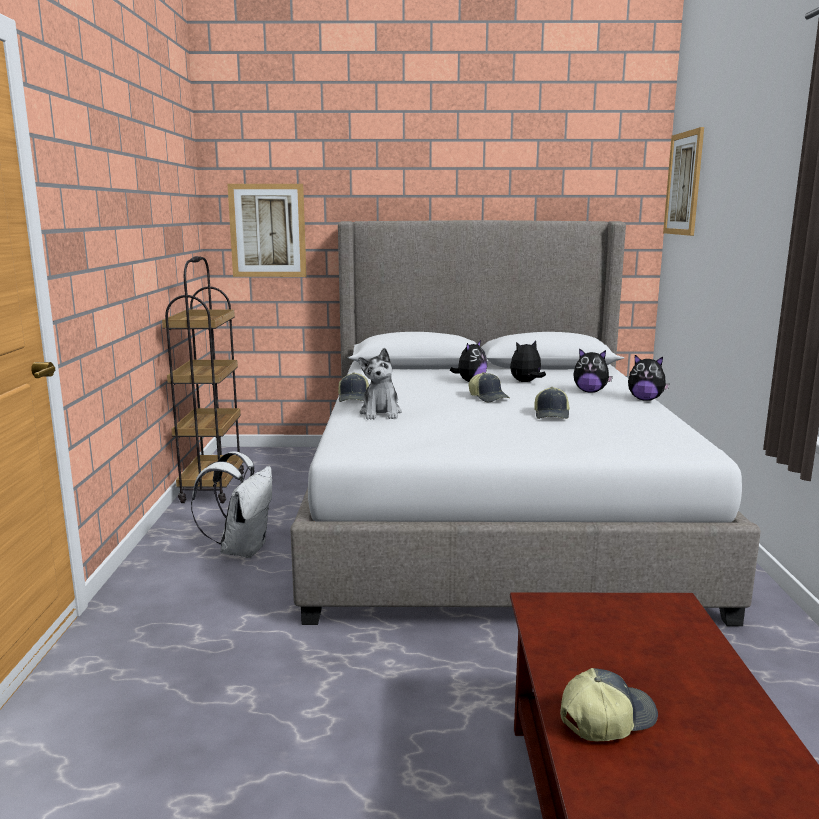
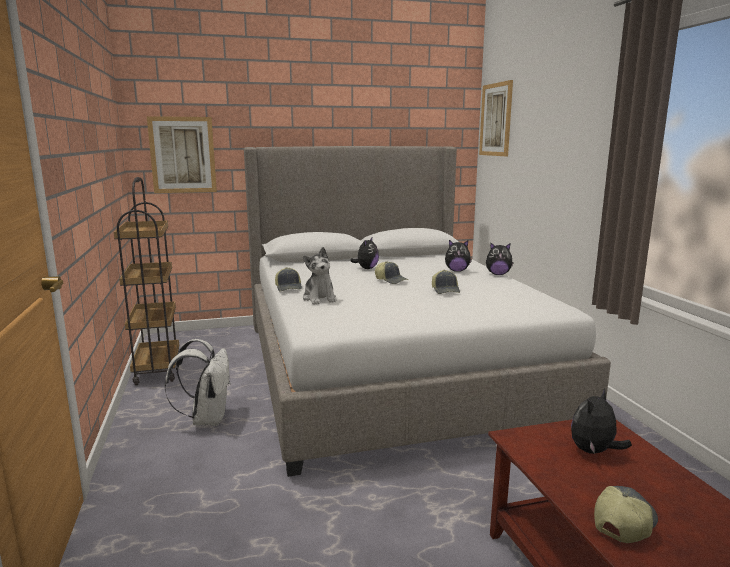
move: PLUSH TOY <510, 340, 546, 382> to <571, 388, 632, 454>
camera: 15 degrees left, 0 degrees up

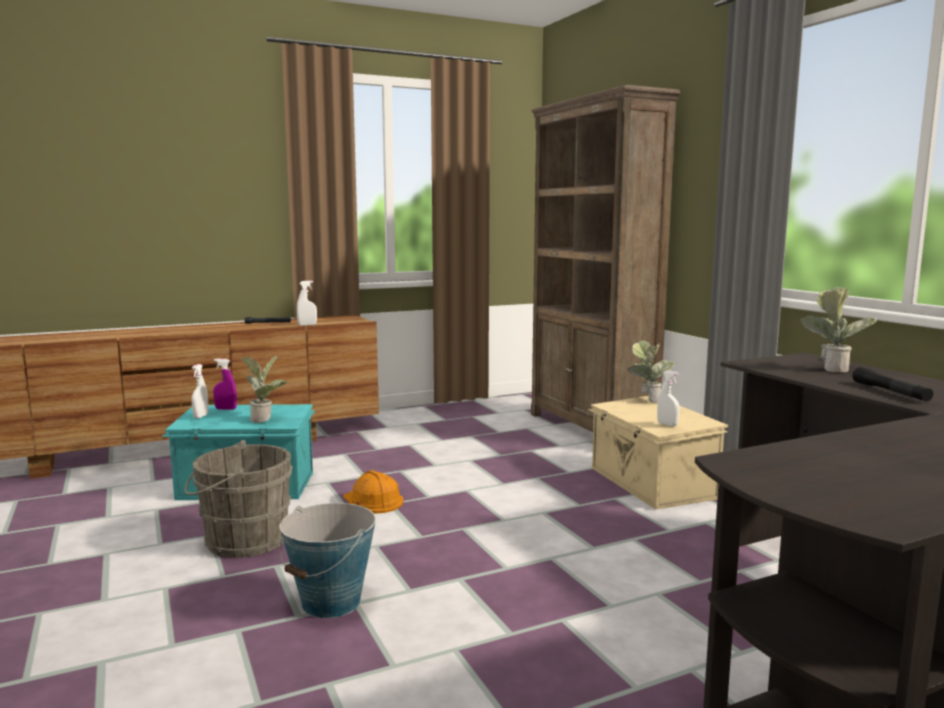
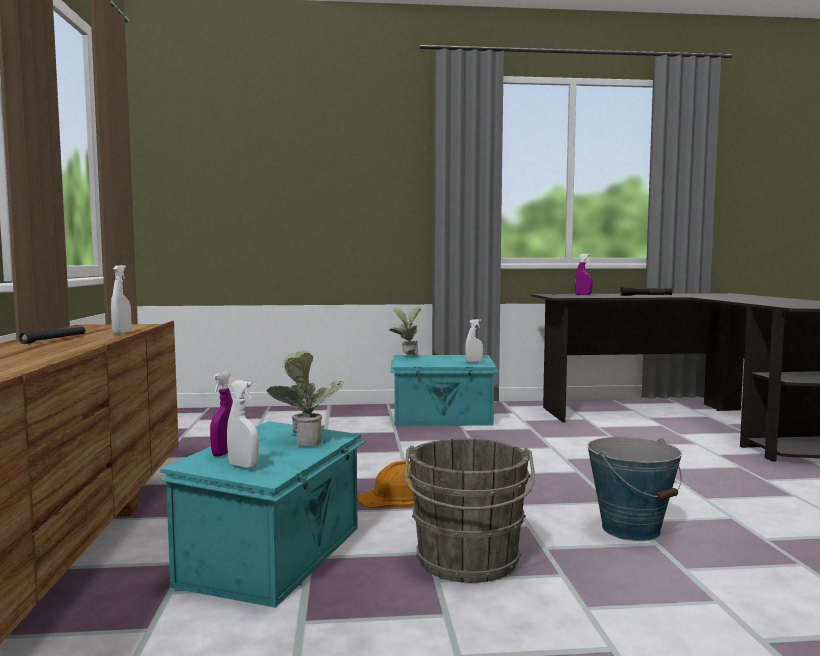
delete: BROWN BOOKCASE <531, 85, 680, 432>
replace: POTTED PLANT <800, 287, 877, 373> to PURPLE SPRAY BOTTLE <575, 254, 593, 295>
recolor: BEIGE STORAGE BOX <588, 396, 728, 510> to TURQUOISE STORAGE BOX <390, 355, 499, 426>
camera: 70 degrees left, 5 degrees down

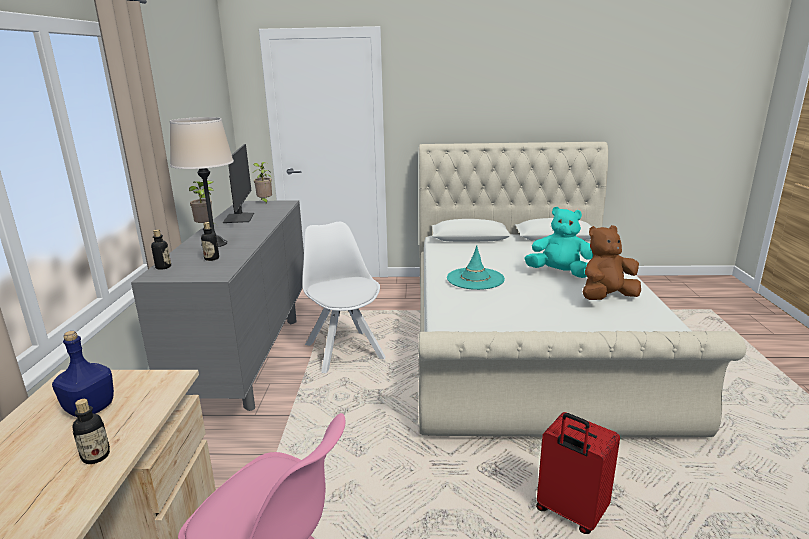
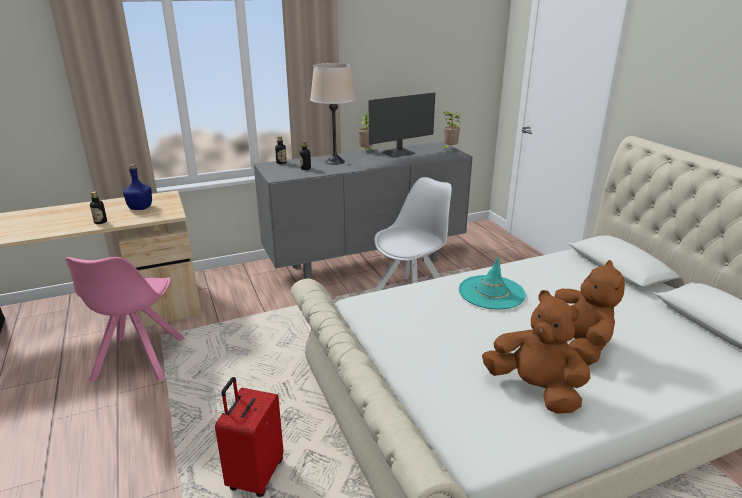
recolor: TURQUOISE PLUSH TOY <524, 207, 593, 278> to BROWN PLUSH TOY <554, 260, 625, 366>
camera: 65 degrees right, 5 degrees up

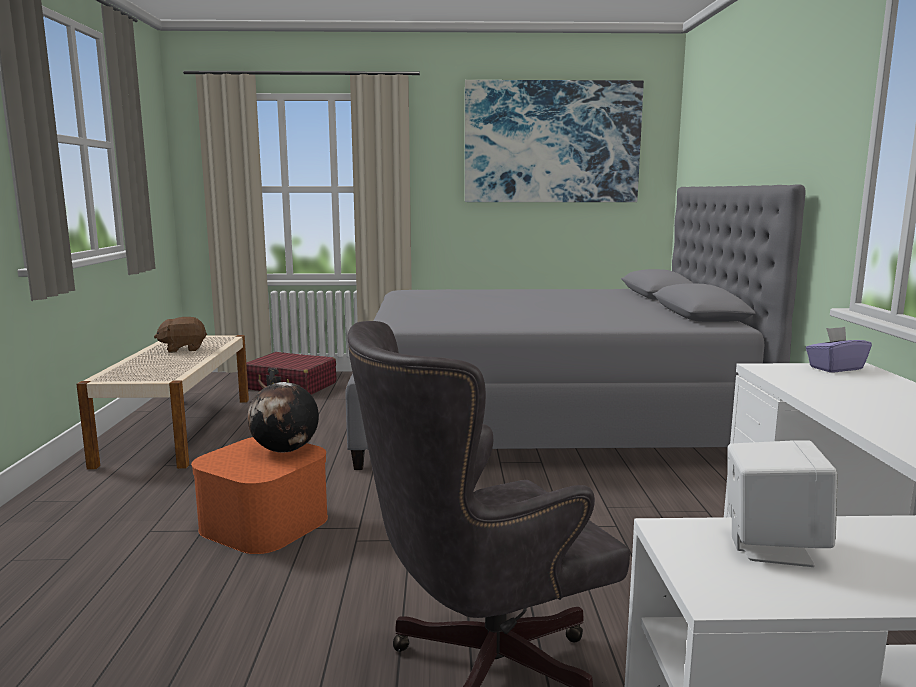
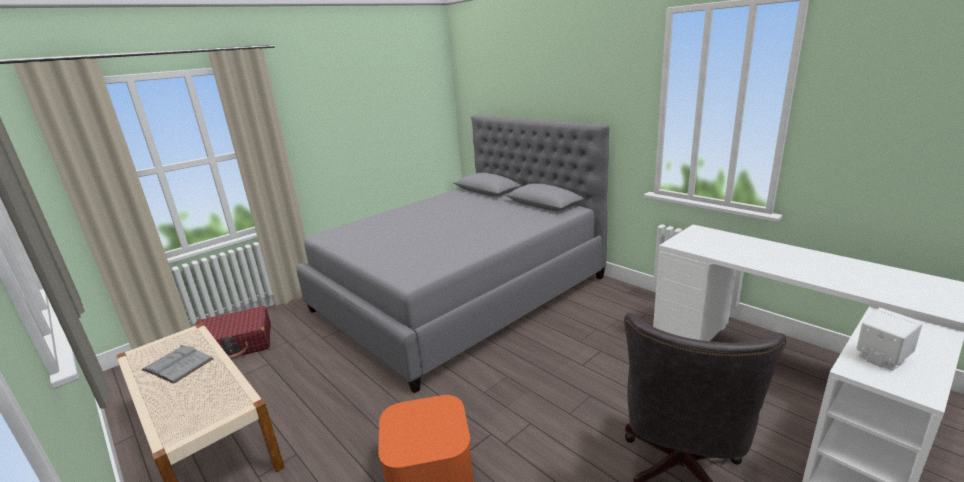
delete: PICTURE <465, 80, 644, 202>; PURPLE TISSUE BOX <806, 327, 872, 372>; GLOBE <247, 382, 319, 453>
replace: BROWN PLUSH TOY <154, 317, 207, 353> to GREY BOOK <142, 345, 214, 384>
camera: 40 degrees left, 10 degrees up

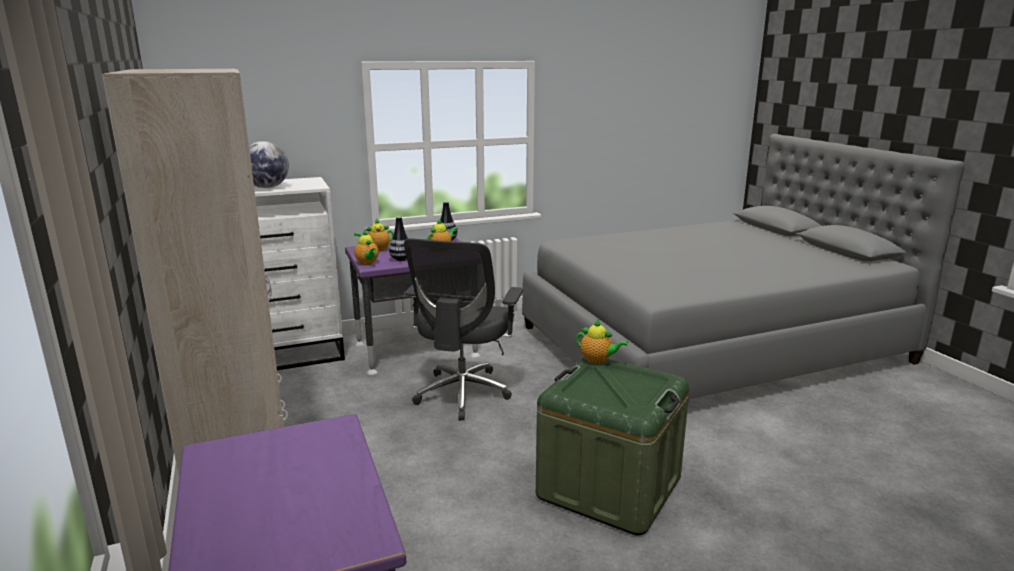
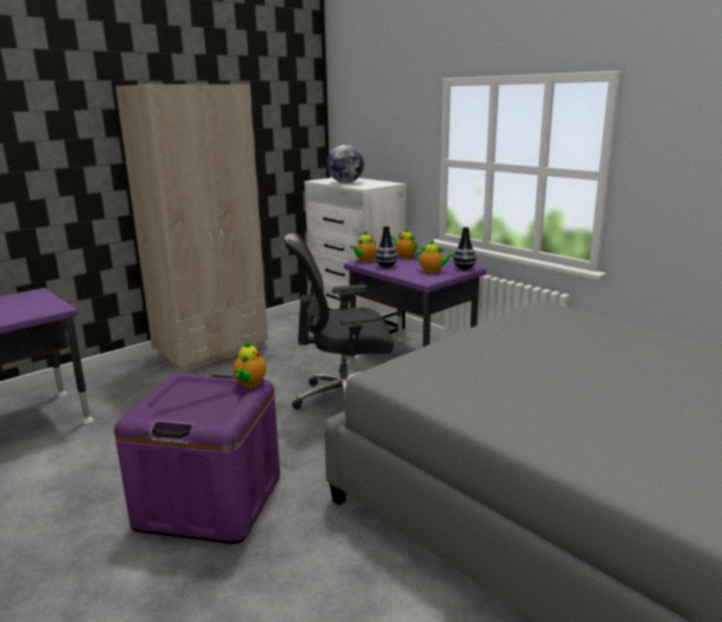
recolor: GREEN STORAGE BOX <536, 357, 690, 535> to PURPLE STORAGE BOX <114, 373, 280, 544>
camera: 70 degrees right, 0 degrees up

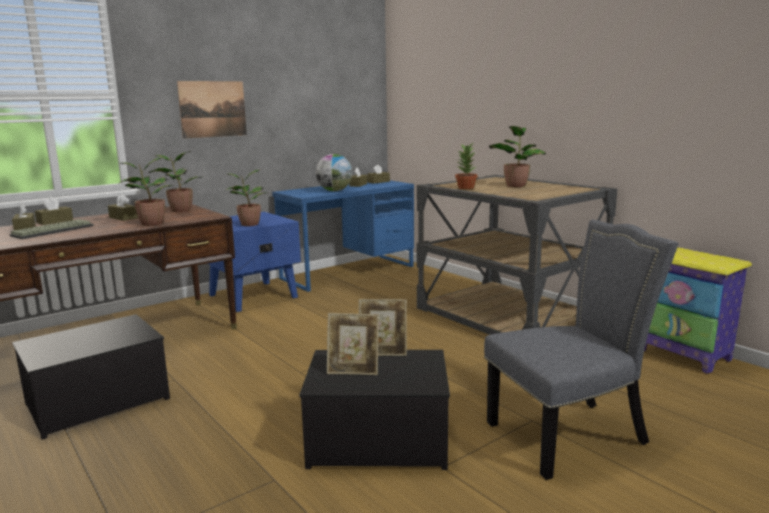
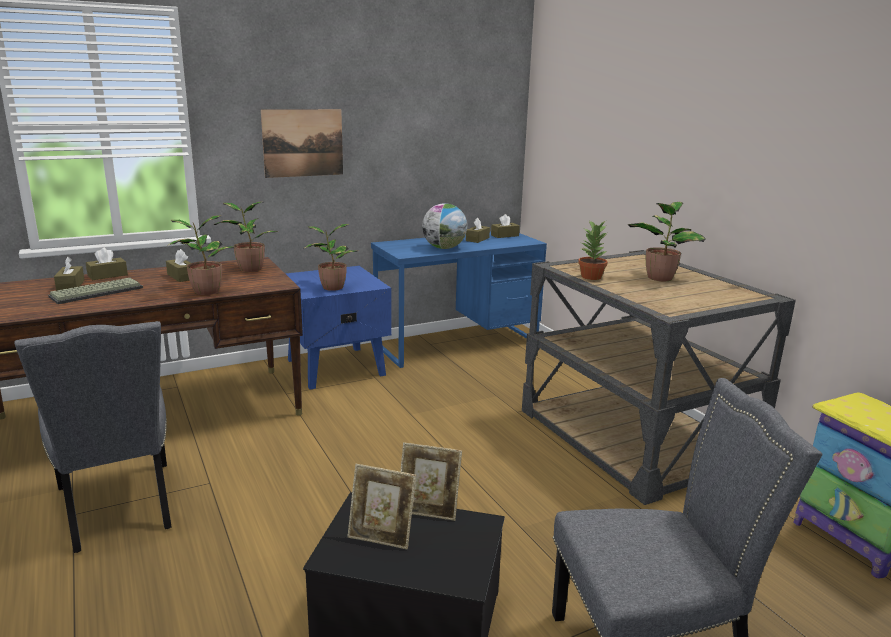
replace: STORAGE BOX <12, 314, 170, 440> to GREY CHAIR <14, 321, 172, 553>
camera: 10 degrees right, 5 degrees up

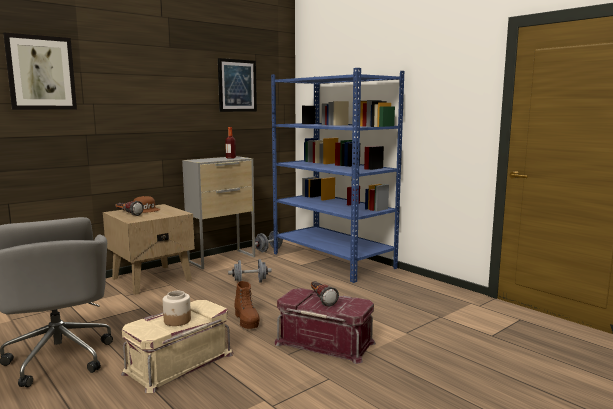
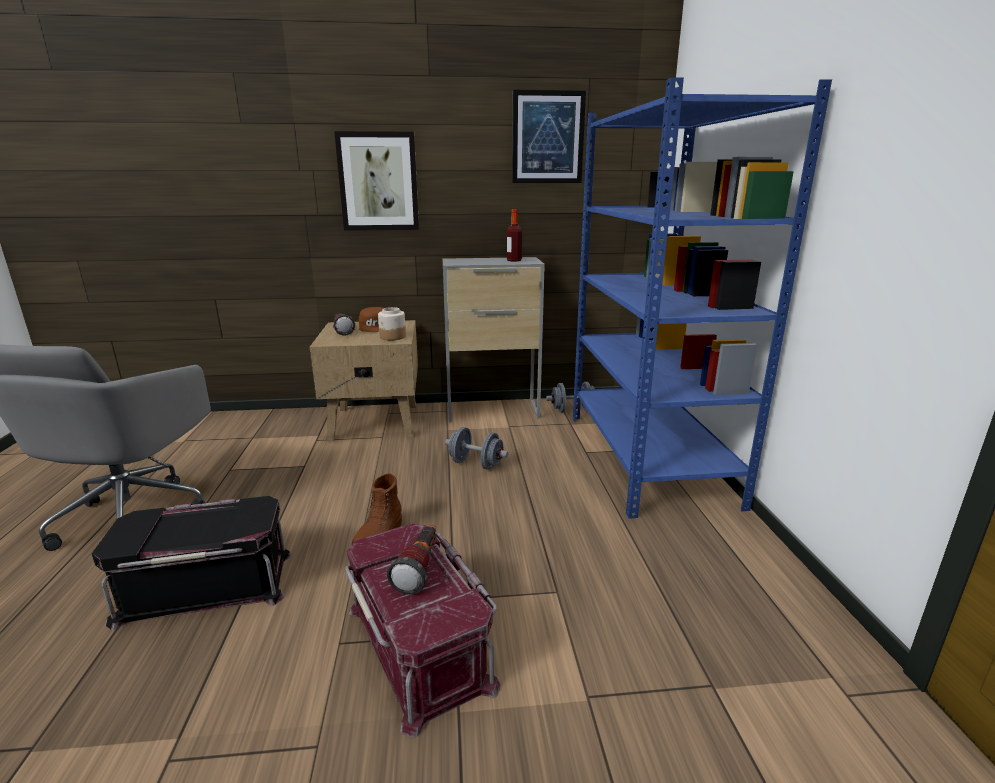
move: PICTURE <3, 33, 77, 110> to <334, 131, 419, 231>; JAR <163, 291, 191, 326> to <378, 307, 406, 340>
recolor: BEIGE STORAGE BOX <121, 300, 233, 393> to BLACK STORAGE BOX <92, 496, 292, 630>
camera: 35 degrees right, 10 degrees up

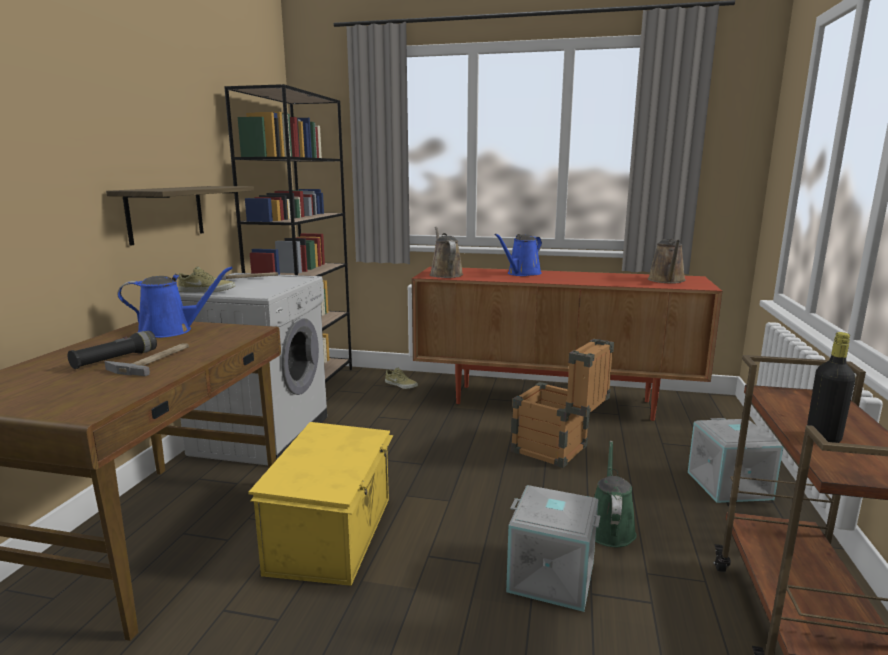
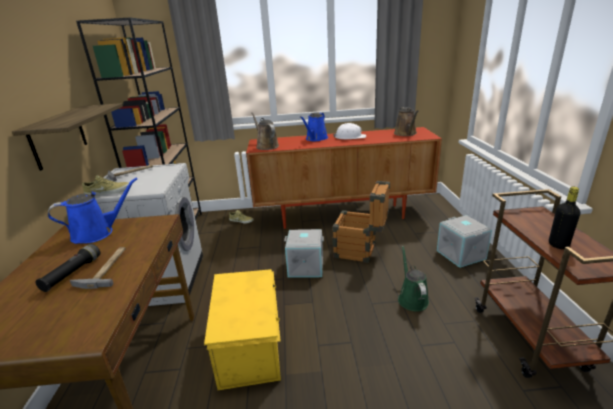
insert: WHITE HARD HAT <333, 123, 366, 139>
move: GREY STORAGE BOX <506, 485, 600, 612> to <284, 229, 324, 277>
camera: 15 degrees left, 10 degrees up

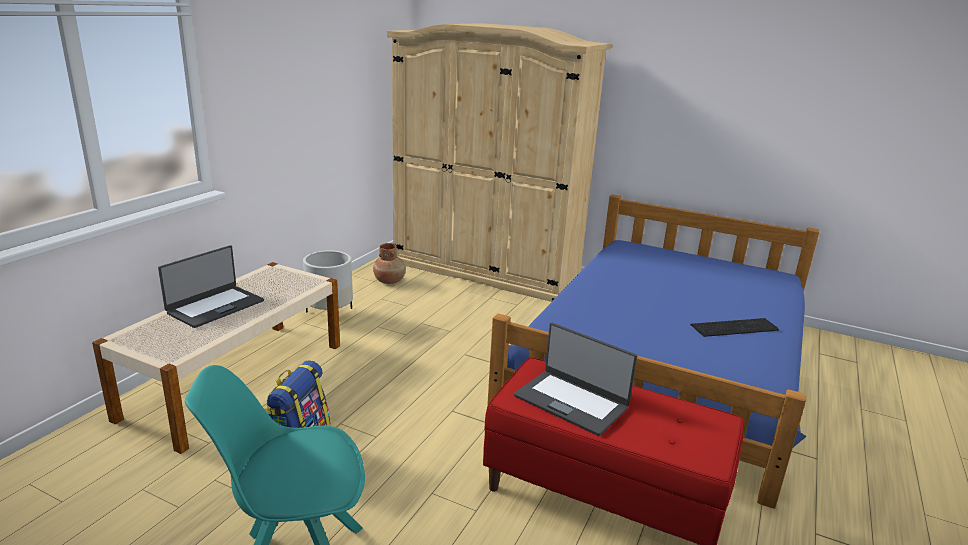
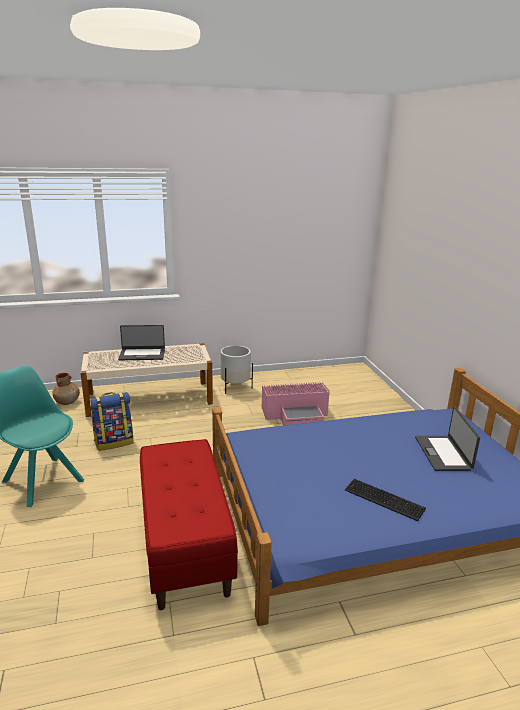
delete: BEIGE WARDROBE <387, 23, 611, 302>
insert: PINK STORAGE BOX <262, 382, 329, 426>
move: BROWN VASE <373, 243, 406, 284> to <53, 373, 80, 405>; LAPTOP <514, 323, 637, 436> to <415, 407, 480, 471>
camera: 50 degrees right, 0 degrees up

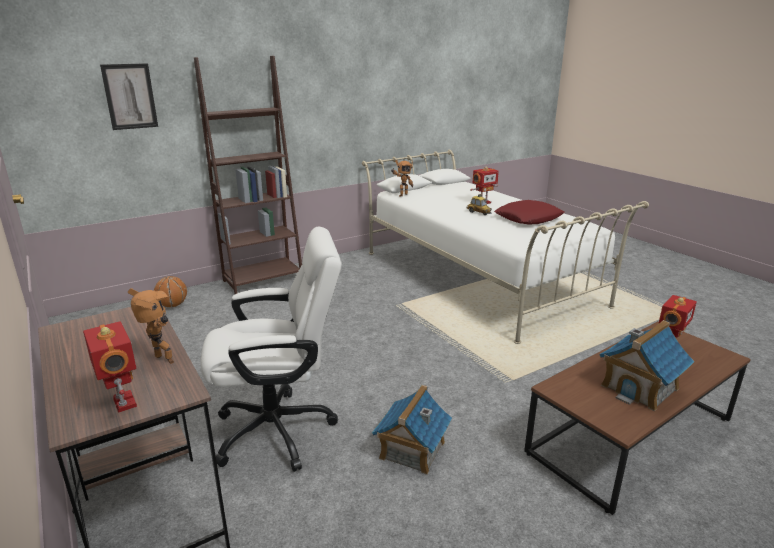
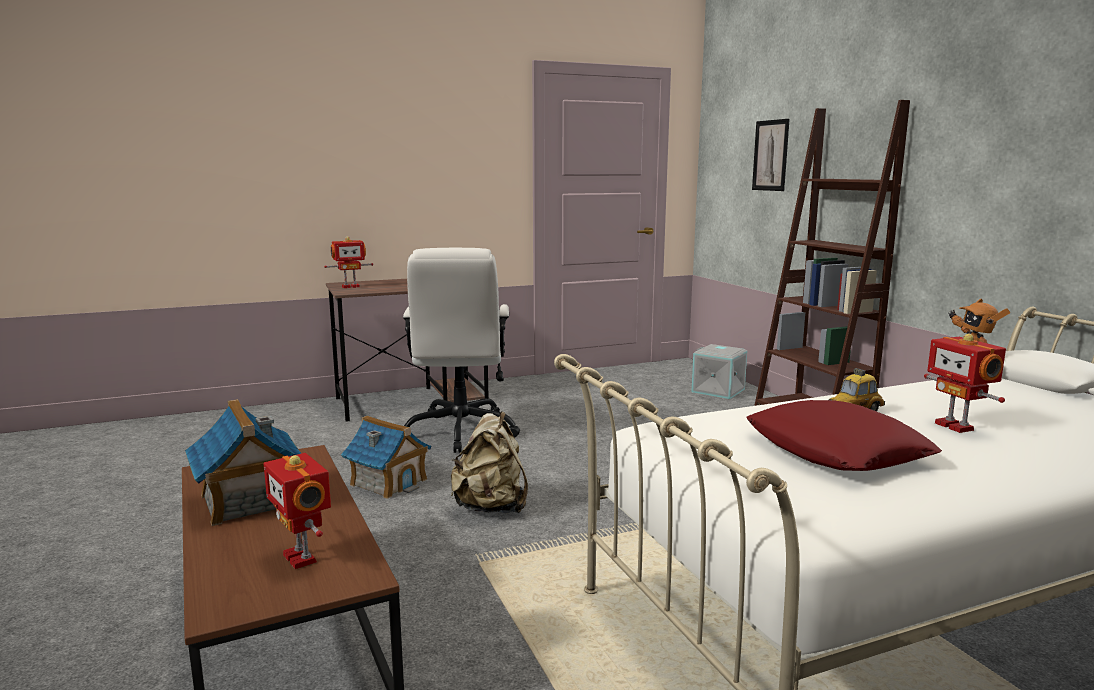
delete: TOY ROBOT <128, 288, 174, 364>
insert: BEIGE BACKPACK <451, 411, 528, 513>
replace: BASKETBALL <154, 276, 187, 307> to GREY STORAGE BOX <691, 344, 747, 399>
camera: 100 degrees right, 10 degrees down

